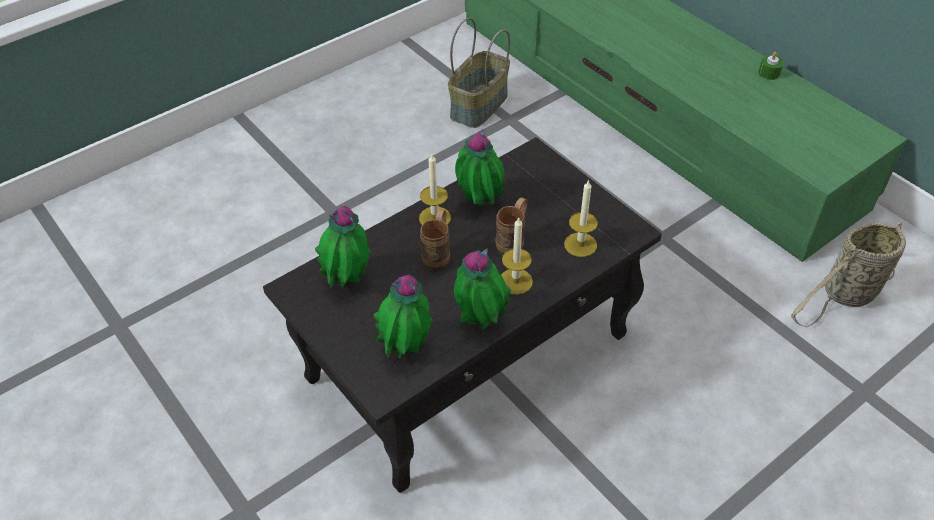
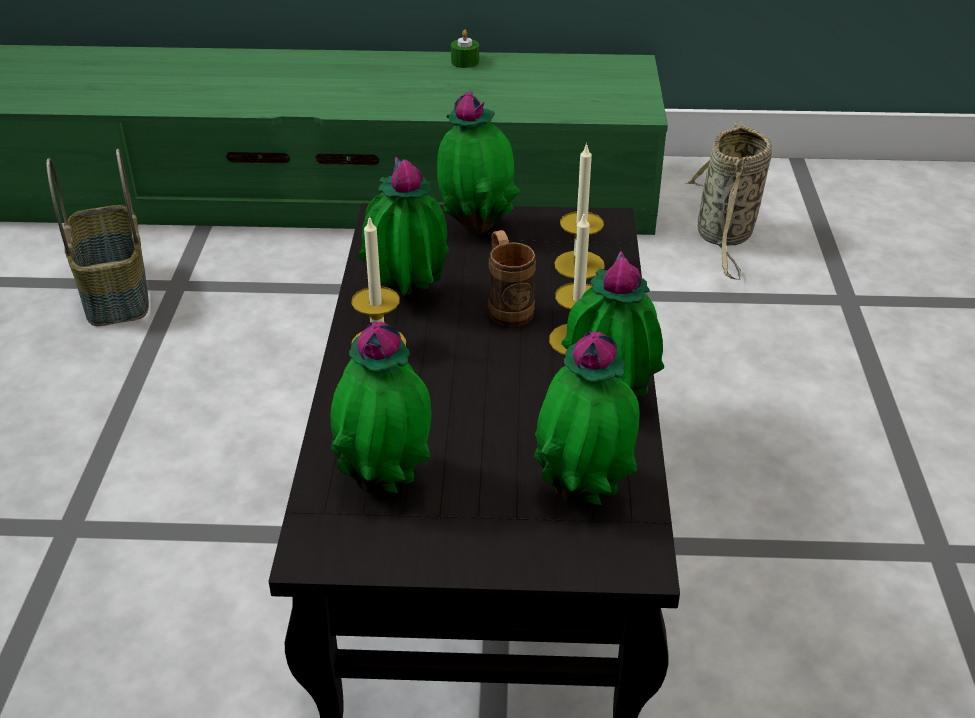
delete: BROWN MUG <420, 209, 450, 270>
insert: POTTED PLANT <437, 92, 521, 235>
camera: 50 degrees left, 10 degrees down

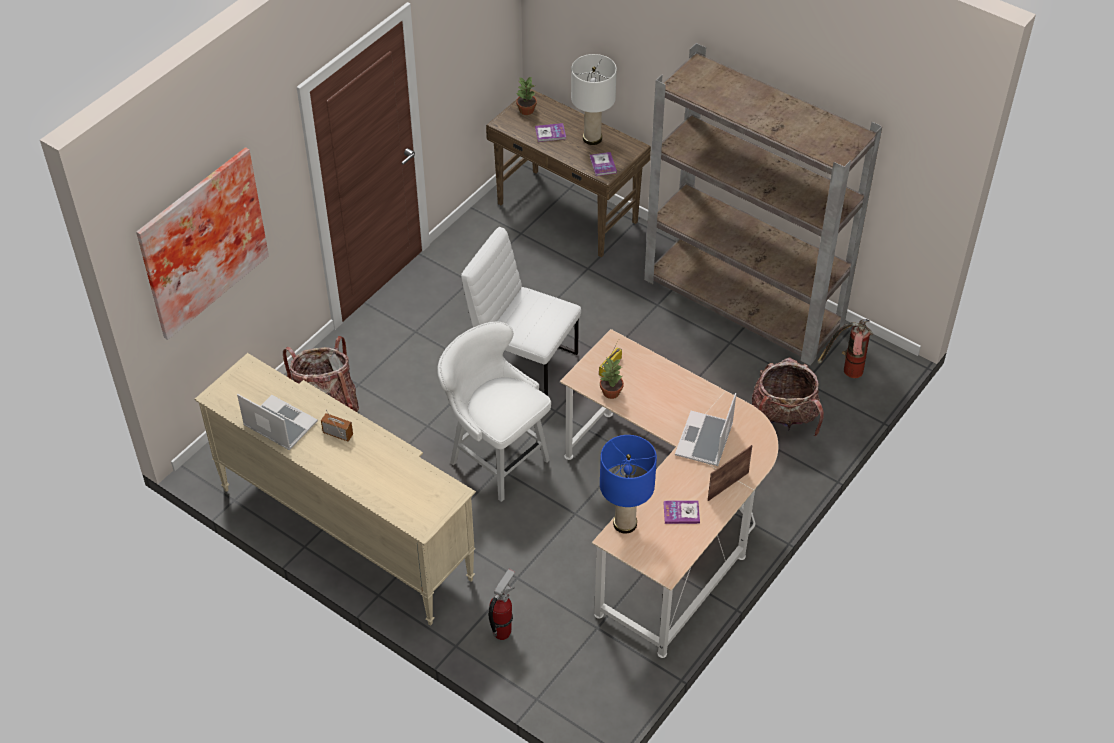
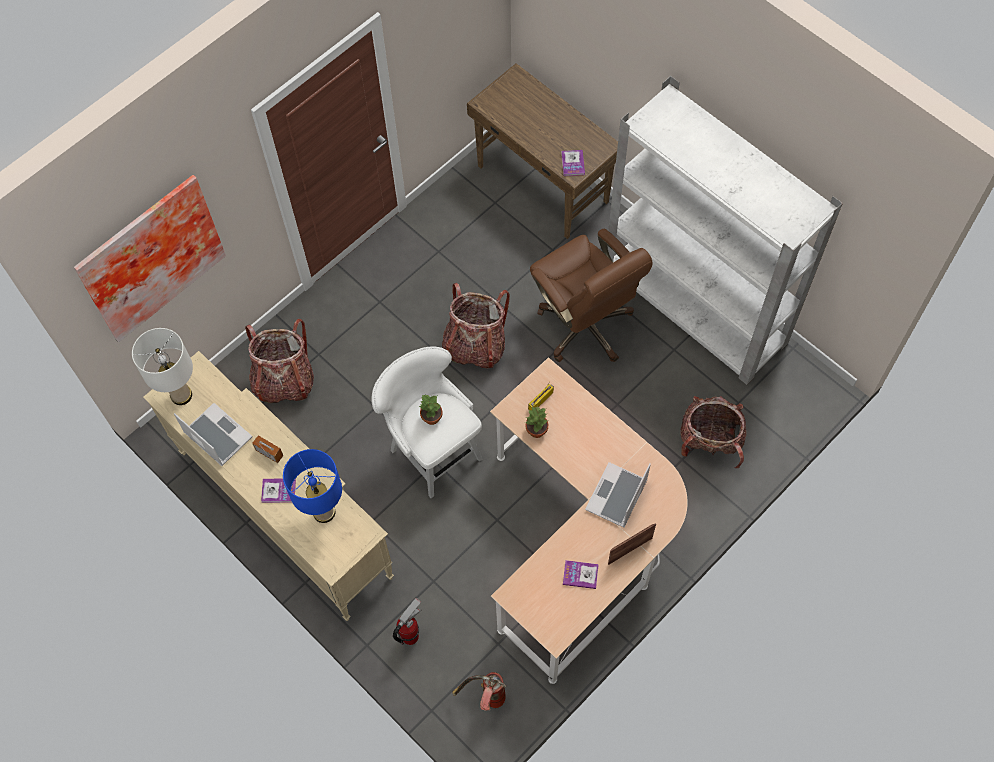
insert: BROWN OFFICE CHAIR <530, 229, 653, 362>
move: WHITE TABLE LAMP <571, 54, 617, 145> to <132, 328, 193, 405>; POTTED PLANT <516, 77, 537, 115> to <419, 395, 443, 425>; BOOK <535, 123, 566, 142> to <261, 479, 296, 503>; FIRE EXTINGUISHER <817, 319, 873, 378> to <452, 672, 507, 711>; BLUE TABLE LAMP <600, 435, 657, 534> to <283, 449, 342, 523>
replace: WHITE CHAIR <461, 227, 581, 396> to BACKPACK <442, 283, 510, 369>
recolor: BROWN BOOKCASE <644, 43, 882, 366> to WHITE BOOKCASE <607, 76, 843, 385>
camera: 10 degrees right, 15 degrees up

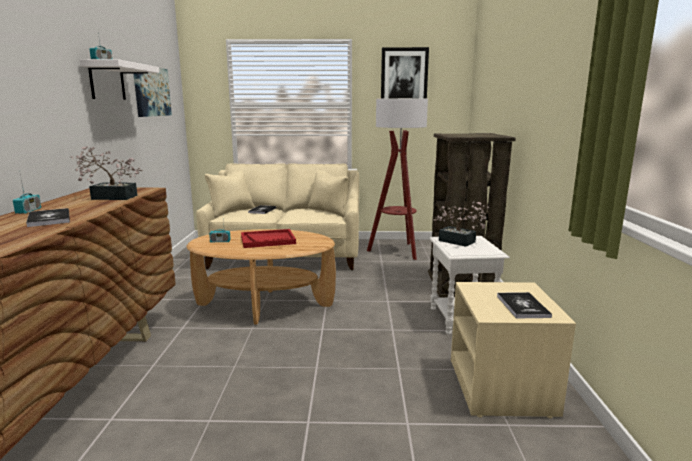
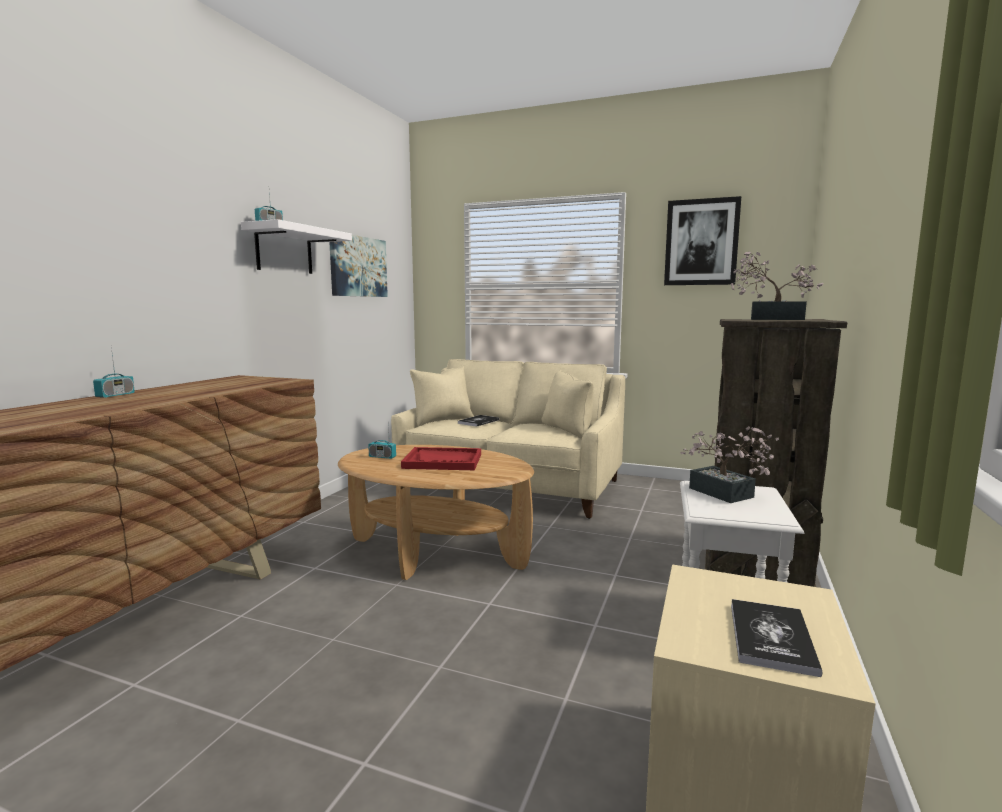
delete: FLOOR LAMP <367, 98, 428, 260>; BOOK <26, 208, 70, 227>
move: POTTED PLANT <71, 146, 142, 200> to <731, 251, 823, 320>
camera: 20 degrees right, 5 degrees down

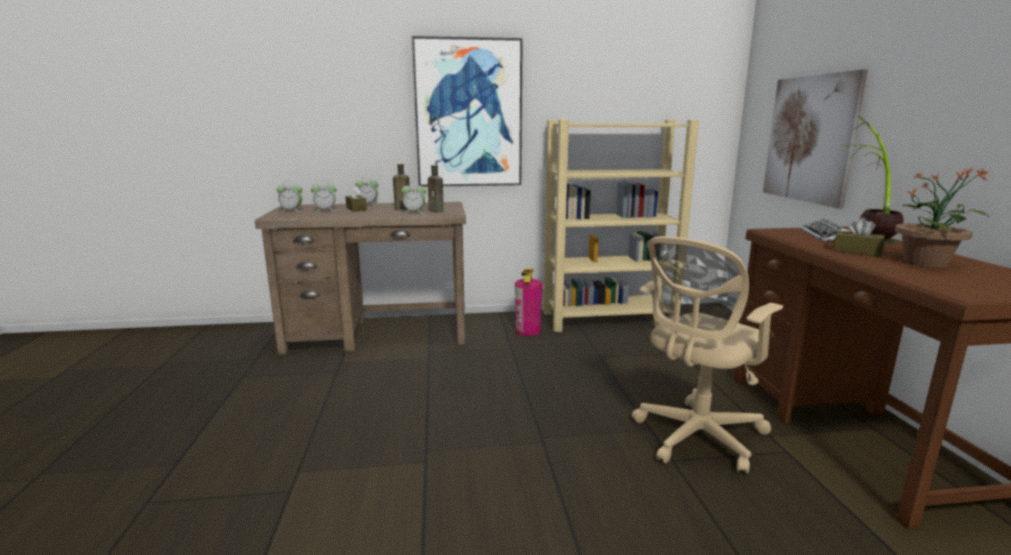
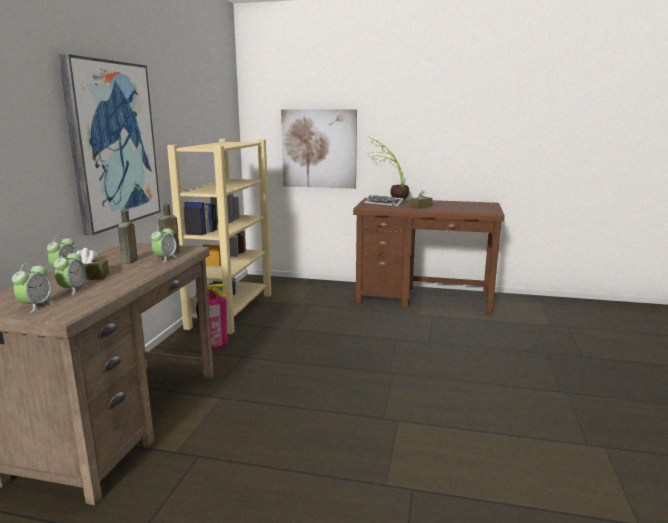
delete: POTTED PLANT <895, 167, 989, 268>; BEIGE OFFICE CHAIR <632, 236, 783, 474>
camera: 70 degrees left, 0 degrees up

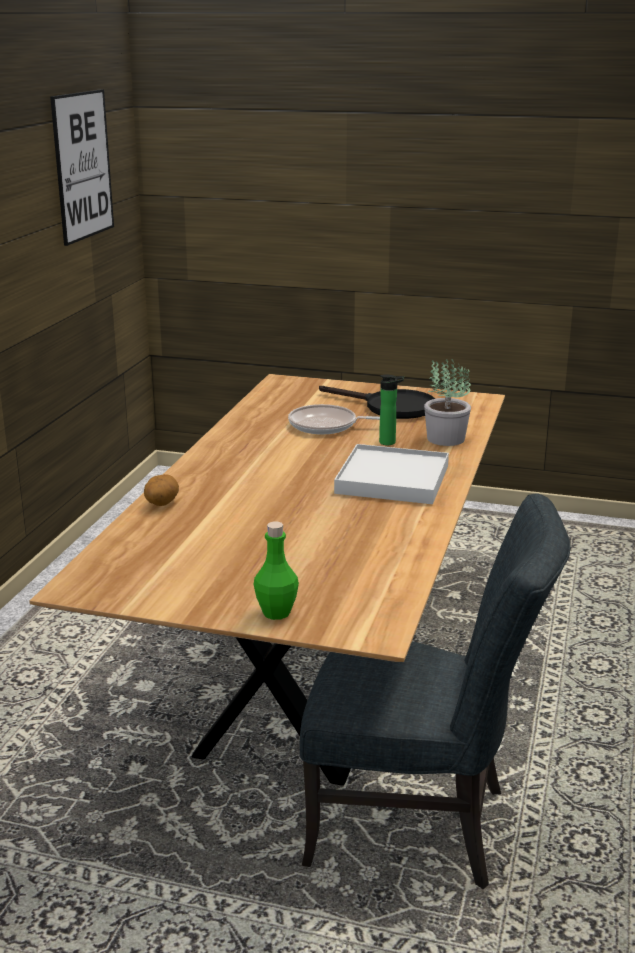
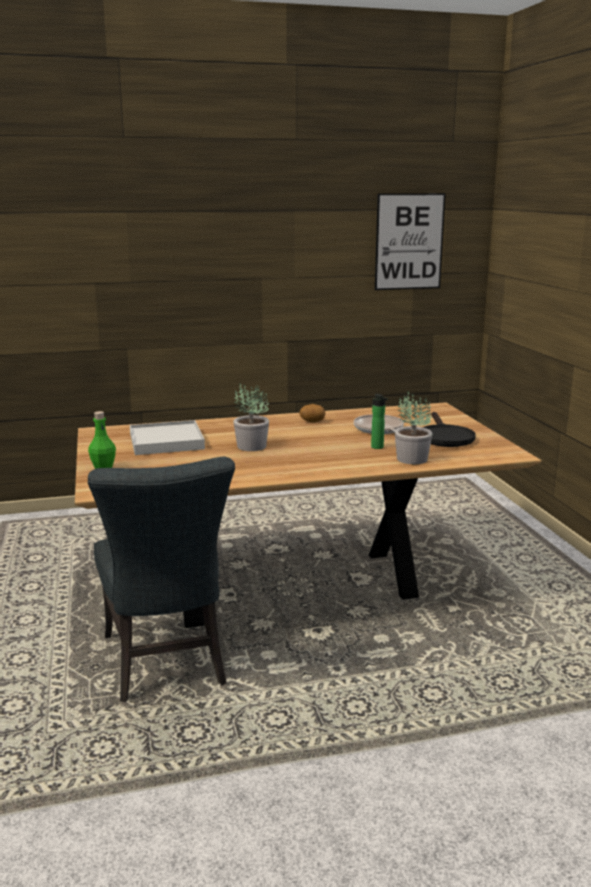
insert: POTTED PLANT <233, 383, 269, 451>
move: WHITE TRAY <334, 444, 449, 504> to <130, 420, 205, 455>; POTATO <144, 474, 179, 506> to <300, 404, 326, 422>
camera: 60 degrees right, 5 degrees down

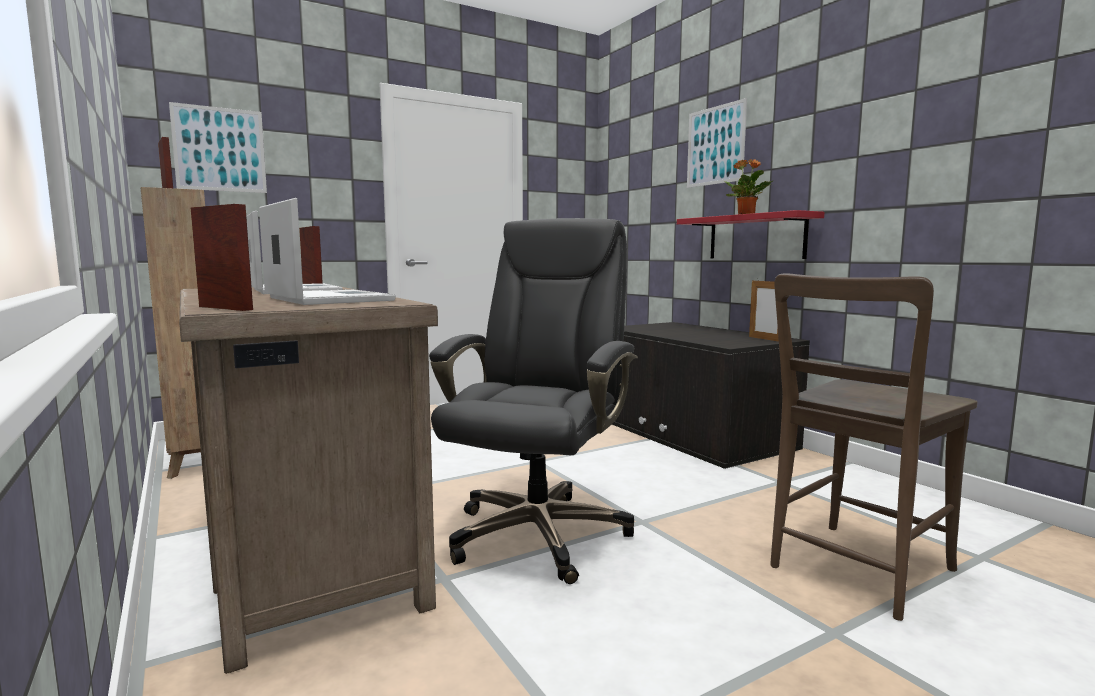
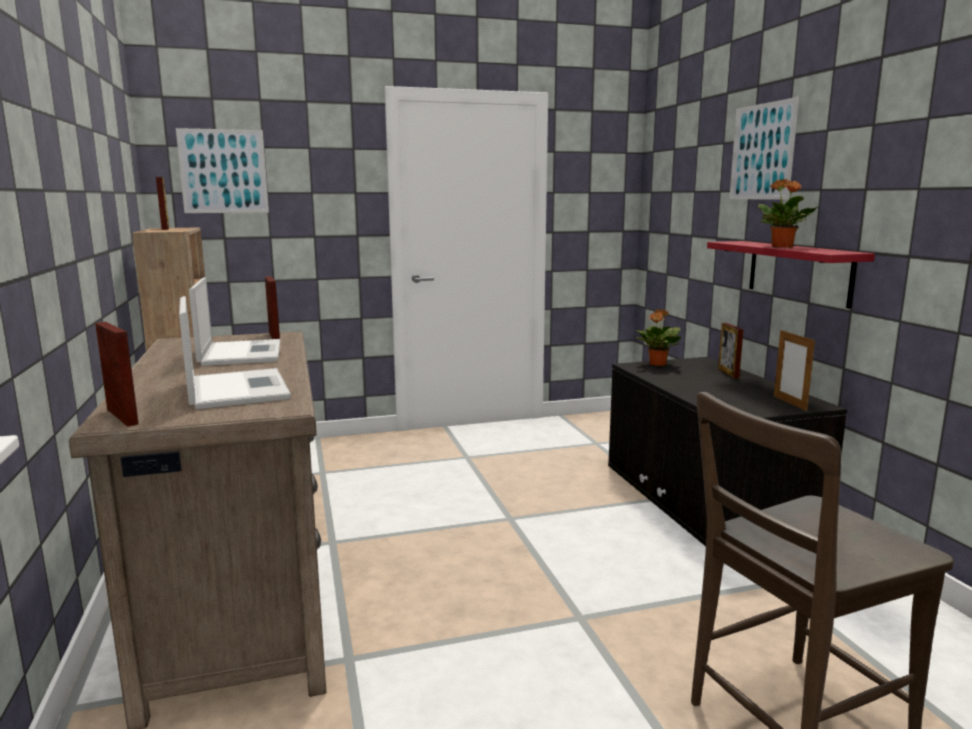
delete: BLACK OFFICE CHAIR <429, 218, 638, 584>
insert: POTTED PLANT <636, 309, 681, 366>; PICTURE FRAME <718, 323, 743, 379>
camera: 15 degrees right, 5 degrees up

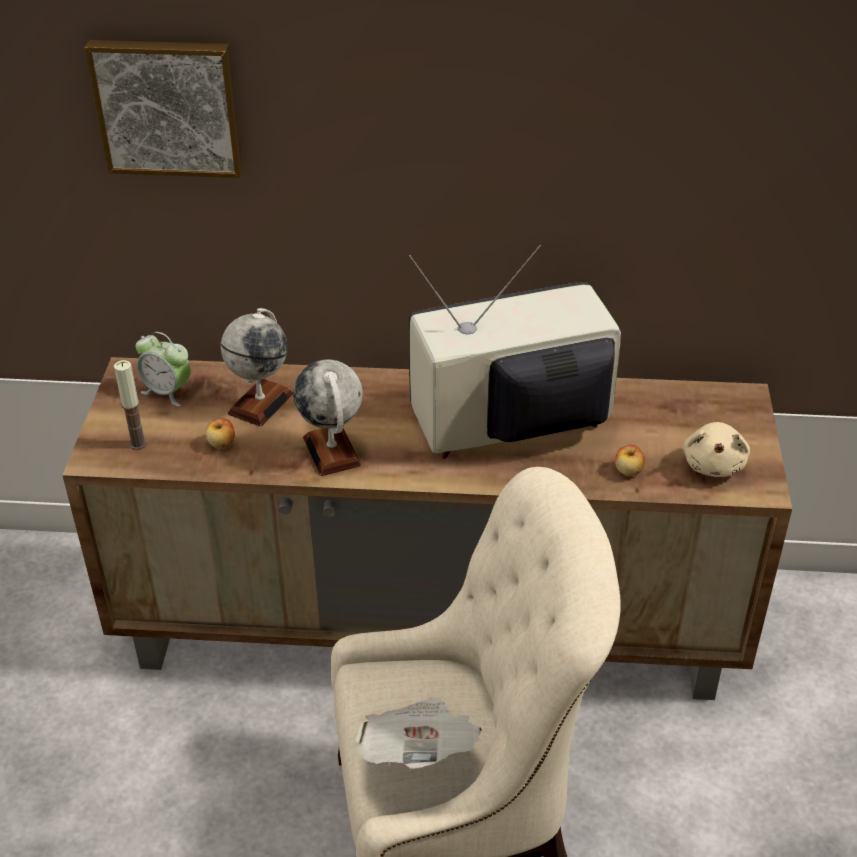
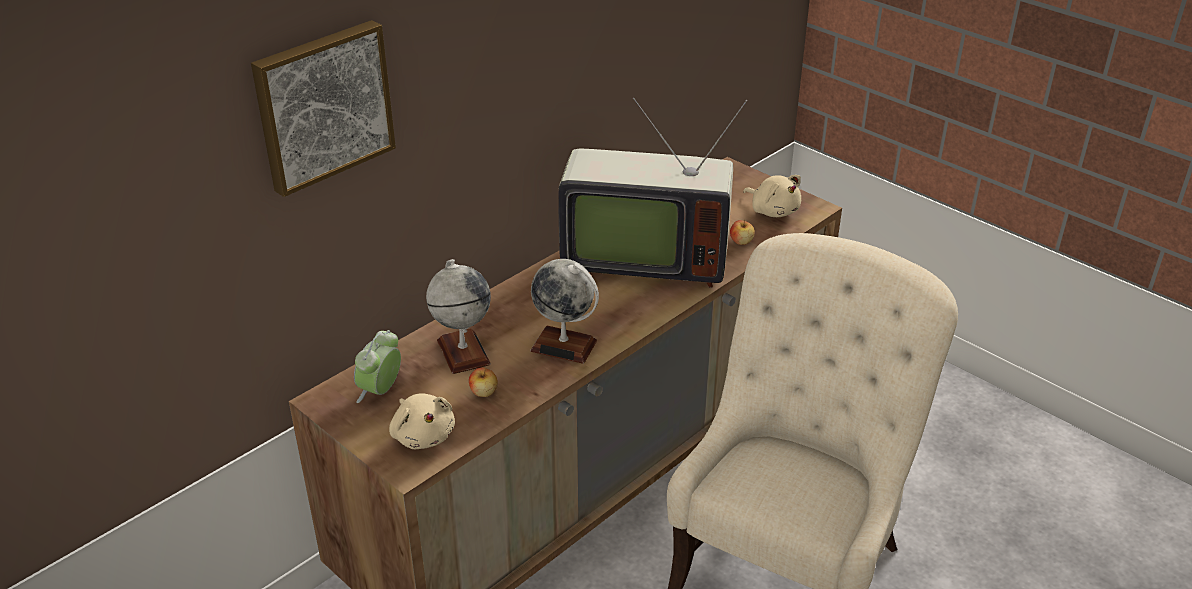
delete: NEWSPAPER <353, 697, 482, 769>
replace: CANDLE <114, 360, 147, 450> to BEIGE PLUSH TOY <389, 394, 455, 449>
rotate: TELEVISION <409, 245, 621, 459> = <558, 97, 747, 288> 105 degrees counterclockwise; ALARM CLOCK <136, 332, 191, 406> = <354, 330, 401, 403> 135 degrees clockwise
camera: 50 degrees left, 5 degrees down

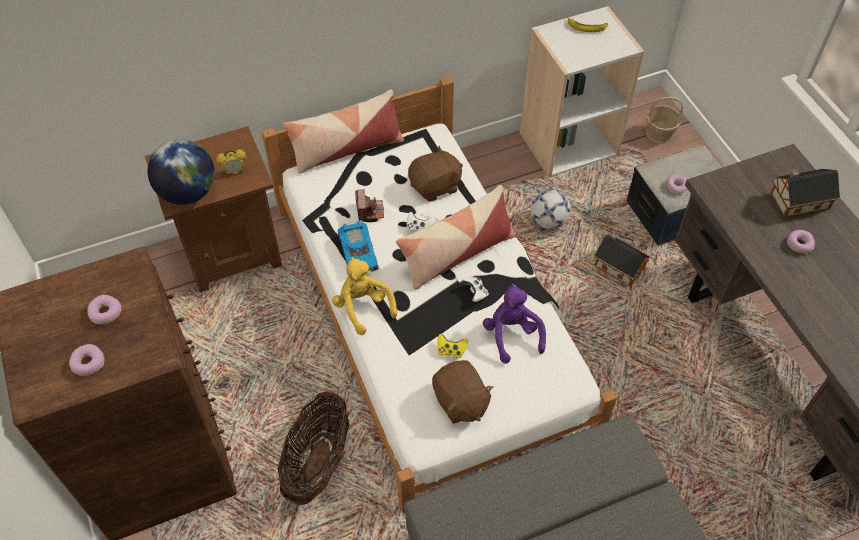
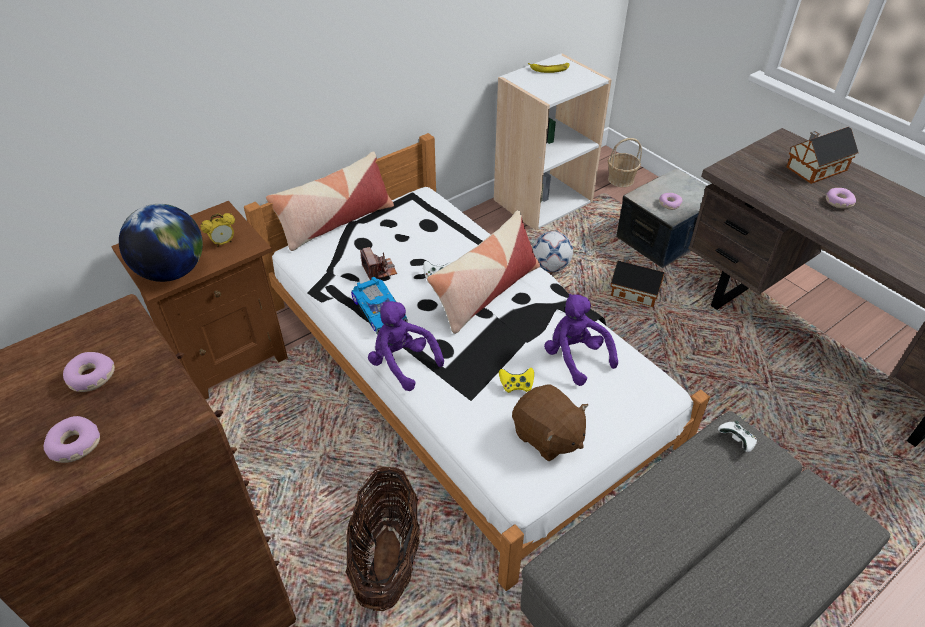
delete: BROWN PLUSH TOY <408, 146, 463, 201>
move: WHITE GAME CONTROLLER <461, 277, 489, 302> to <718, 420, 757, 452>
recolor: YELLOW PLUSH TOY <332, 257, 397, 335> to PURPLE PLUSH TOY <368, 301, 444, 391>
camera: 15 degrees left, 10 degrees down

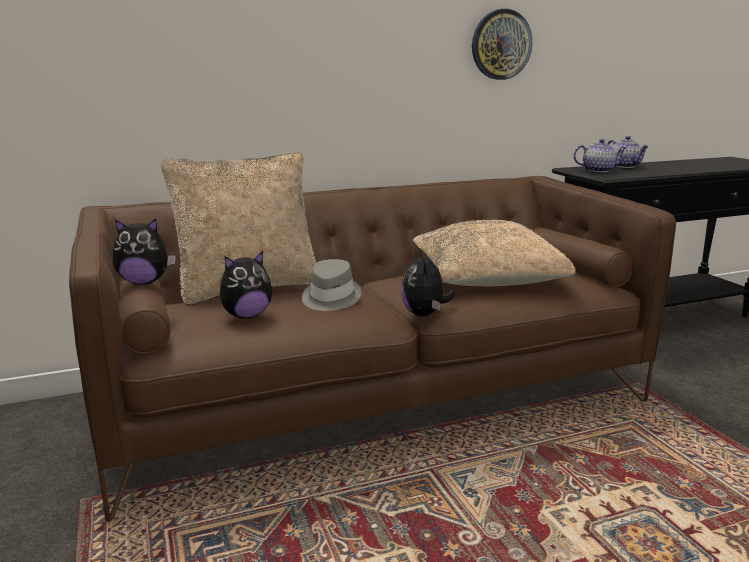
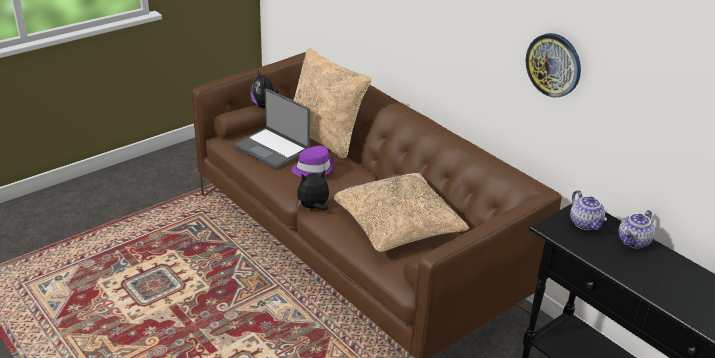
replace: PLUSH TOY <220, 251, 272, 319> to LAPTOP <233, 89, 310, 169>
recolor: GREY HAT <302, 259, 361, 311> to PURPLE HAT <292, 146, 334, 177>
camera: 70 degrees right, 15 degrees up

